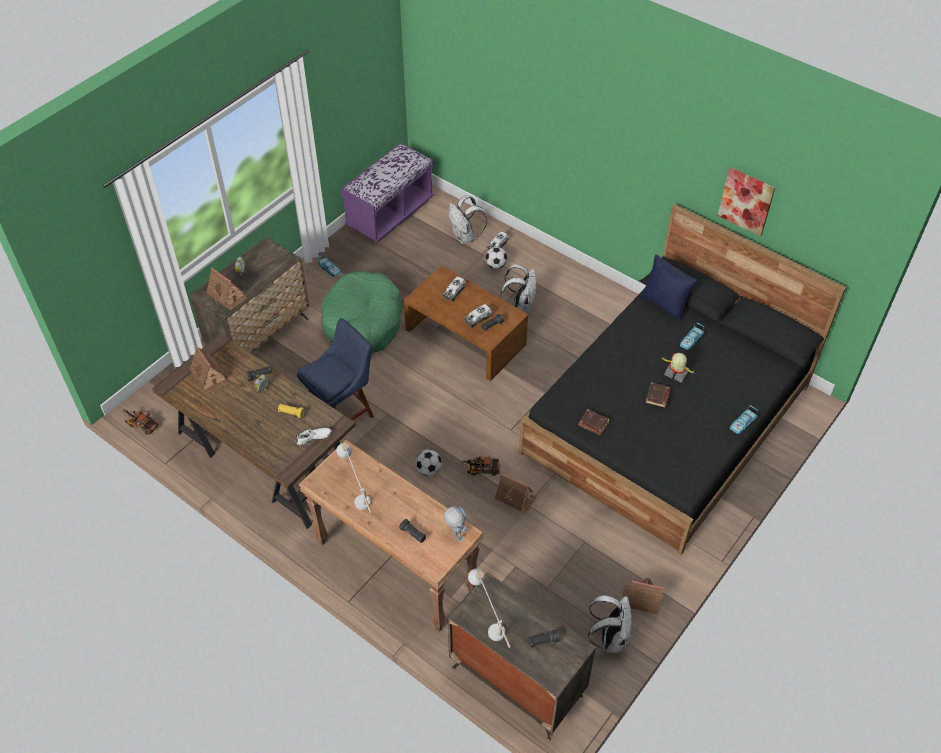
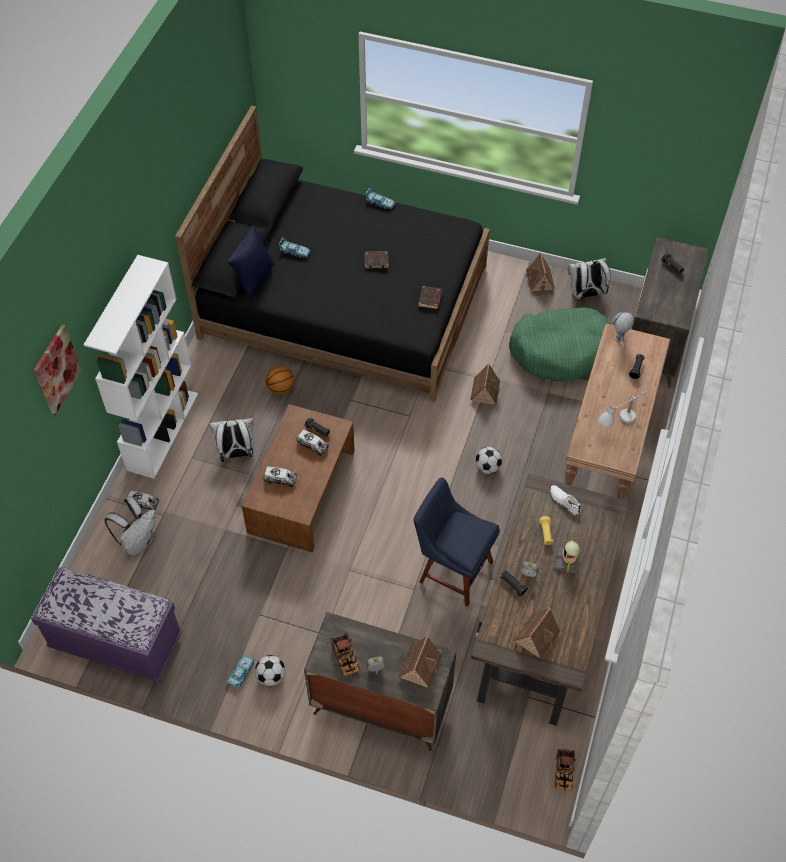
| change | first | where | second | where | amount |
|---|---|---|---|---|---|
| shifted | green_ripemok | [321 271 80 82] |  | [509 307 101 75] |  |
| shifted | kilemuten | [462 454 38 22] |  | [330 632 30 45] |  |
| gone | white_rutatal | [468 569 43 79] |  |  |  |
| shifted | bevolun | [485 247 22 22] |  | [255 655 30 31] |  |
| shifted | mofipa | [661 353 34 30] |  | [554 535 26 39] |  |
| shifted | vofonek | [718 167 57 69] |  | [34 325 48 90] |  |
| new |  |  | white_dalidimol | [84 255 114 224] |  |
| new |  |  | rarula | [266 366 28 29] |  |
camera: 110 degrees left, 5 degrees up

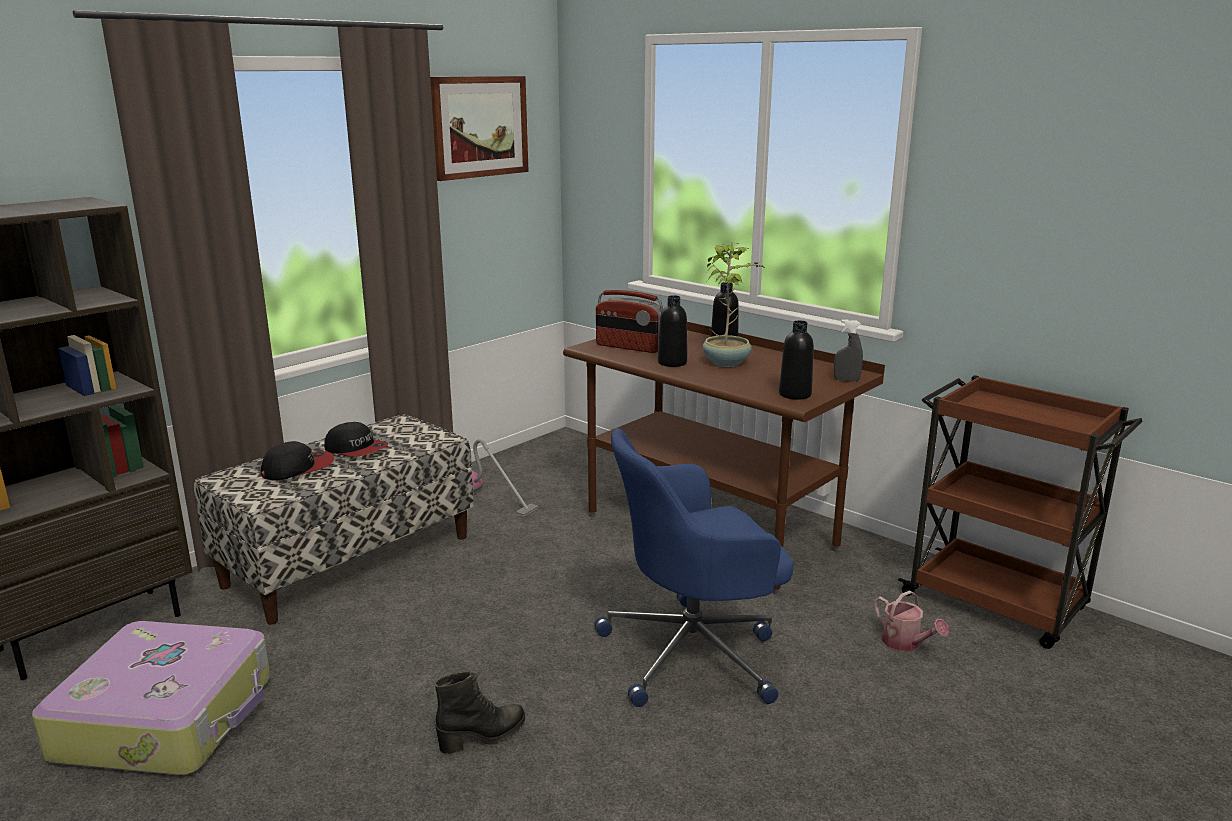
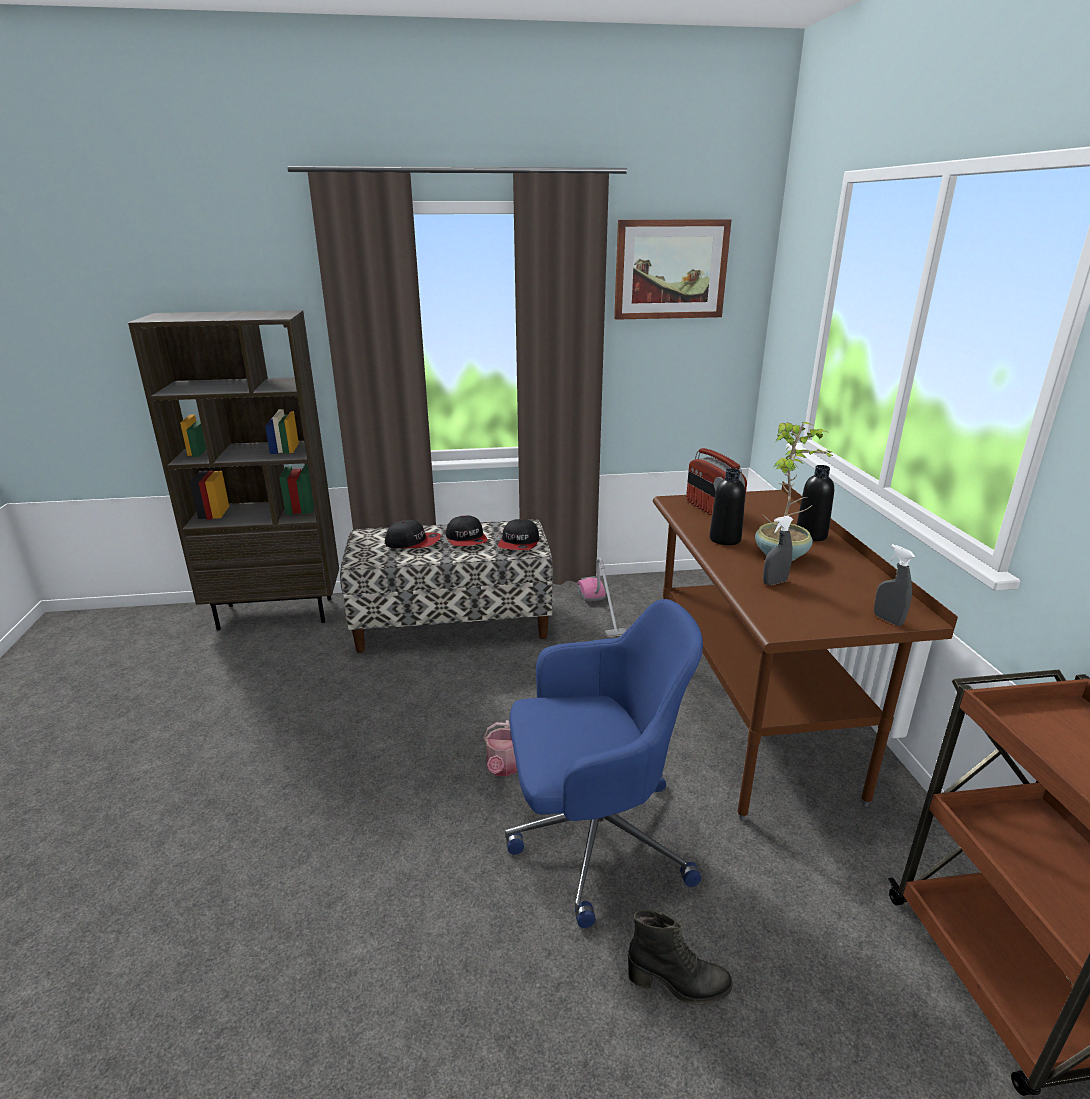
| change | first | where | second | where | amount |
|---|---|---|---|---|---|
| gone | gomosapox | [32 621 238 154] |  |  |  |
| shifted | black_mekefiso | [435 671 90 83] |  | [628 910 105 95] |  |
| rotated | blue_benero | [594 429 200 278] |  | [505 599 198 329] | 150 degrees clockwise |
| gone | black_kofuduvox | [779 320 35 80] |  |  |  |
| shifted | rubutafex | [874 590 75 61] |  | [483 720 34 56] |  |
| new |  |  | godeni | [497 519 42 31] |  |
| new |  |  | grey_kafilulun | [763 516 30 69] |  |
camera: 40 degrees right, 5 degrees up

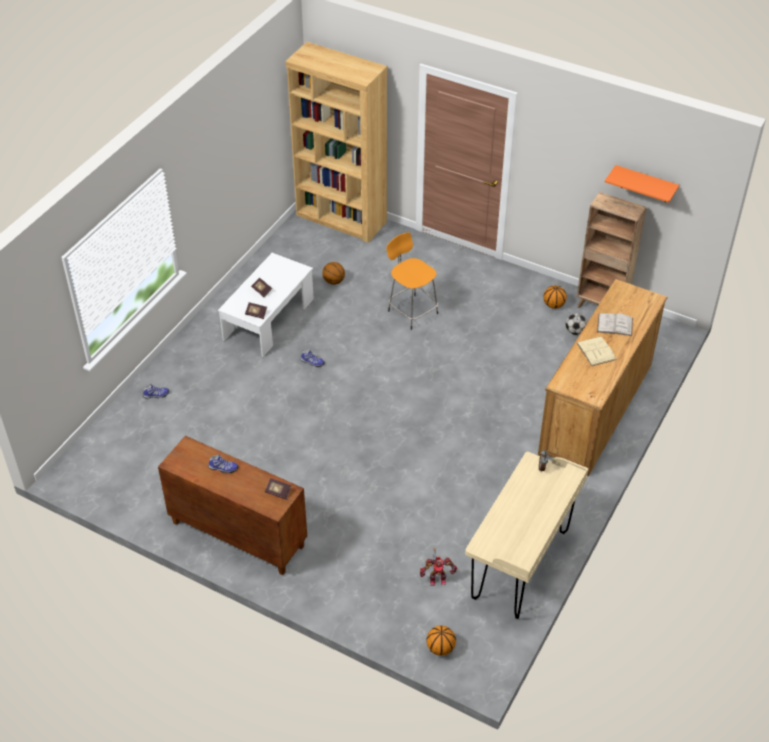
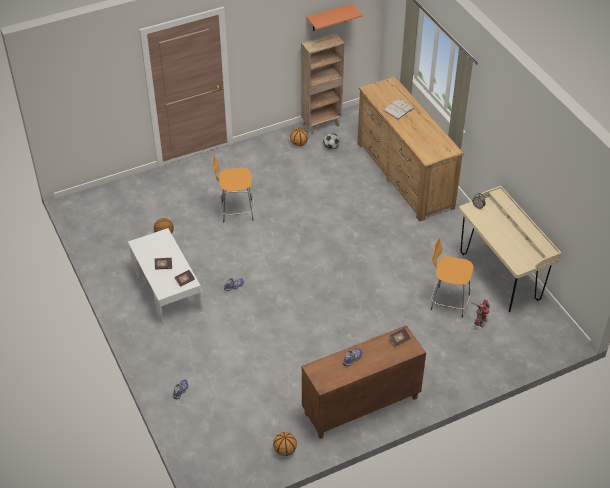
| change | first | where | second | where | amount |
|---|---|---|---|---|---|
| gone | brown_dalidimol | [286 42 101 201] |  |  |  |
| shifted | rarula | [426 626 30 30] |  | [273 432 24 24] |  |
| gone | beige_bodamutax | [577 336 40 30] |  |  |  |
| new |  |  | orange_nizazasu | [431 238 42 80] |  |
camera: 55 degrees left, 0 degrees up

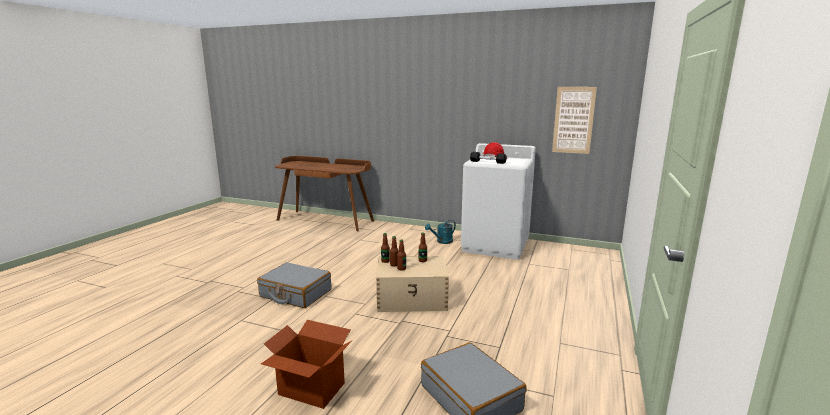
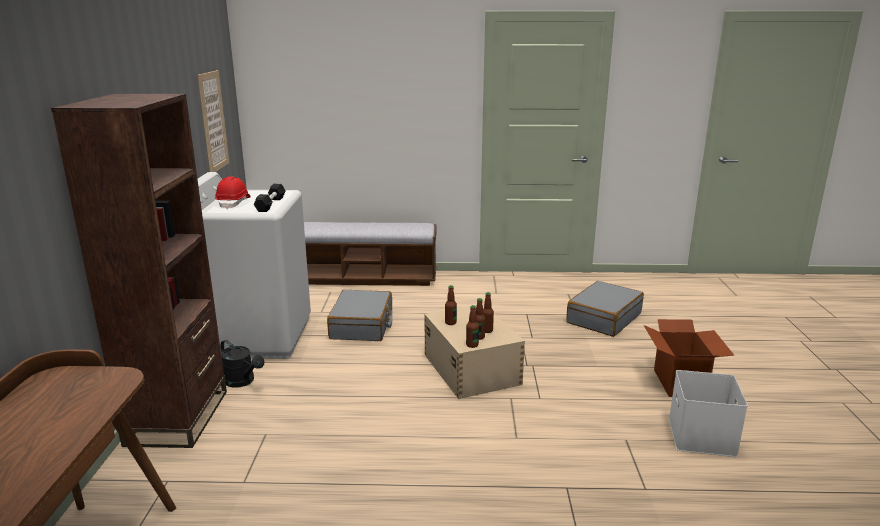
| change | first | where | second | where | amount |
|---|---|---|---|---|---|
| shifted | grey_gomosapox | [257 262 74 46] |  | [327 290 66 51] |  |
| repainted | turquoise_rubutafex | [425 220 31 24] | black_rubutafex | [220 340 44 48] |  |
| new |  |  | brown_dalidimol | [51 94 176 354] |  |
| new |  |  | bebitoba | [304 222 133 64] |  |
| new |  |  | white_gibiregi | [669 370 79 87] |  |
camera: 110 degrees left, 5 degrees up

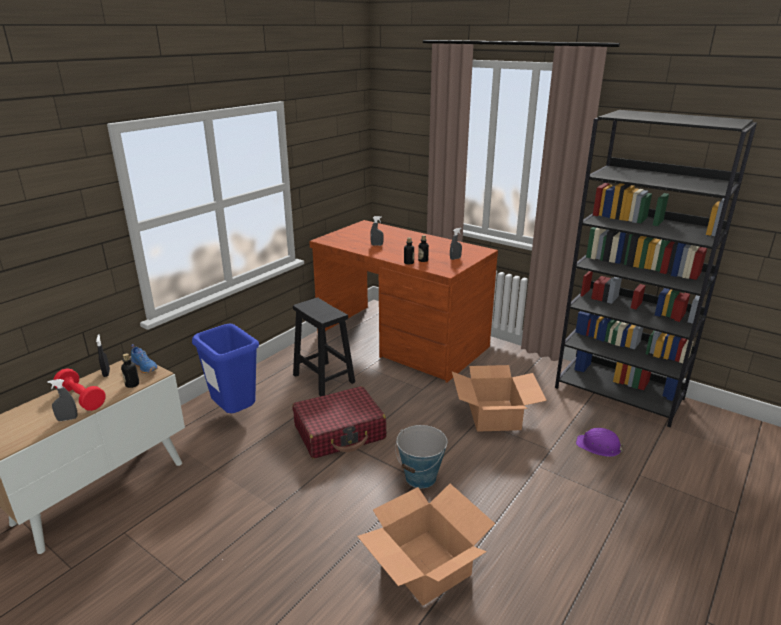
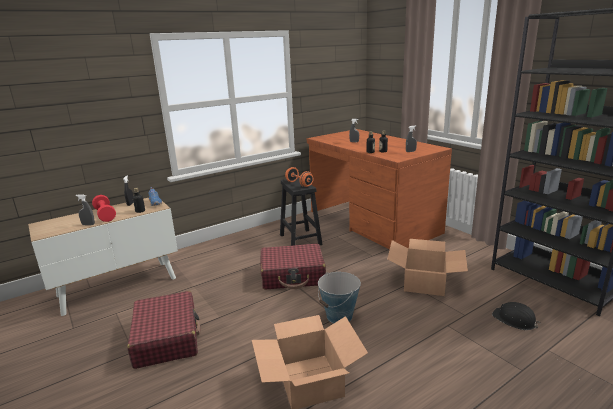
| change | first | where | second | where | amount |
|---|---|---|---|---|---|
| gone | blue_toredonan | [192 324 67 89] |  |  |  |
| repainted | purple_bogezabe | [576 428 49 29] | black_bogezabe | [492 302 49 28] |  |
| new |  |  | red_gomosapox | [127 291 73 78] |  |
| new |  |  | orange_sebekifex | [285 167 28 20] |  |
camera: 20 degrees right, 5 degrees down

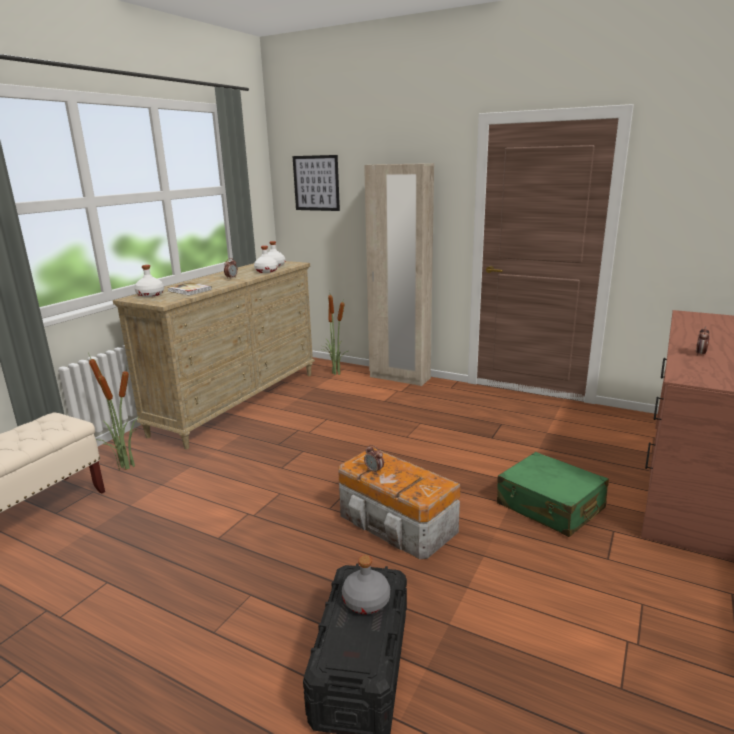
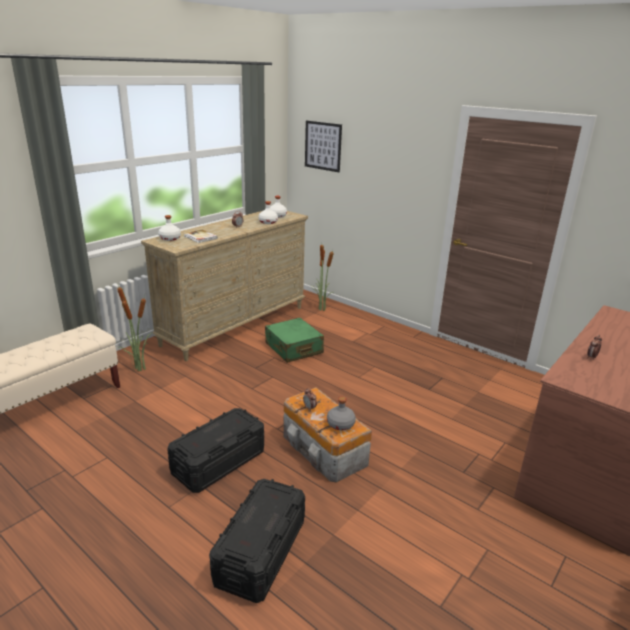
| change | first | where | second | where | amount |
|---|---|---|---|---|---|
| shifted | grey_kofuduvox | [342 555 48 59] |  | [327 397 29 33] |  |
| gone | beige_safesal | [364 163 70 223] |  |  |  |
| shifted | green_gomosapox | [497 452 112 85] |  | [265 318 59 45] |  |
| new |  |  | black_gibiregi | [167 408 97 85] |  |
camera: 10 degrees right, 5 degrees up

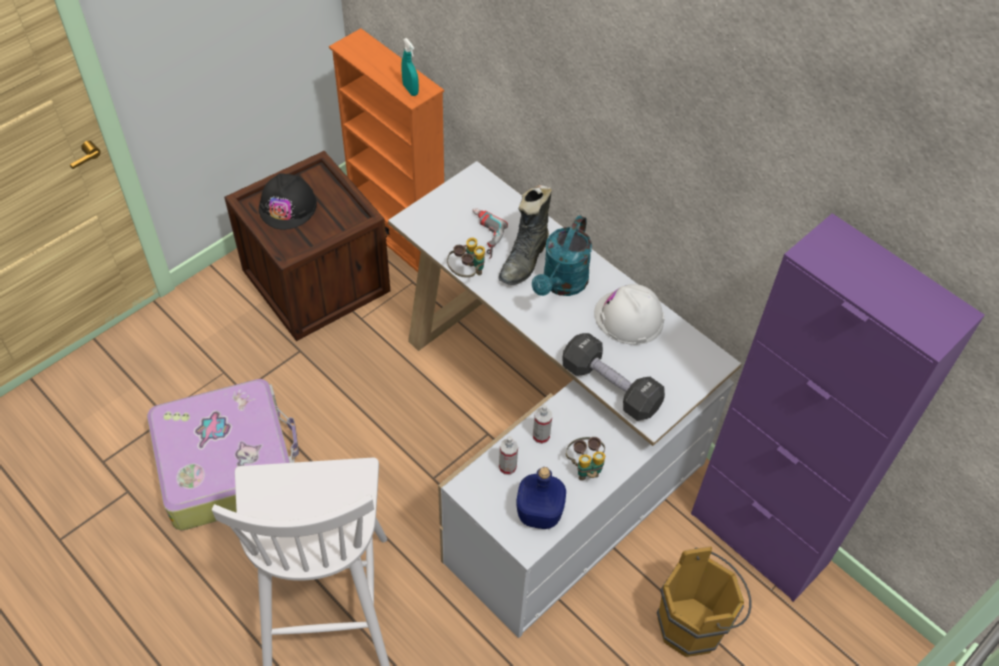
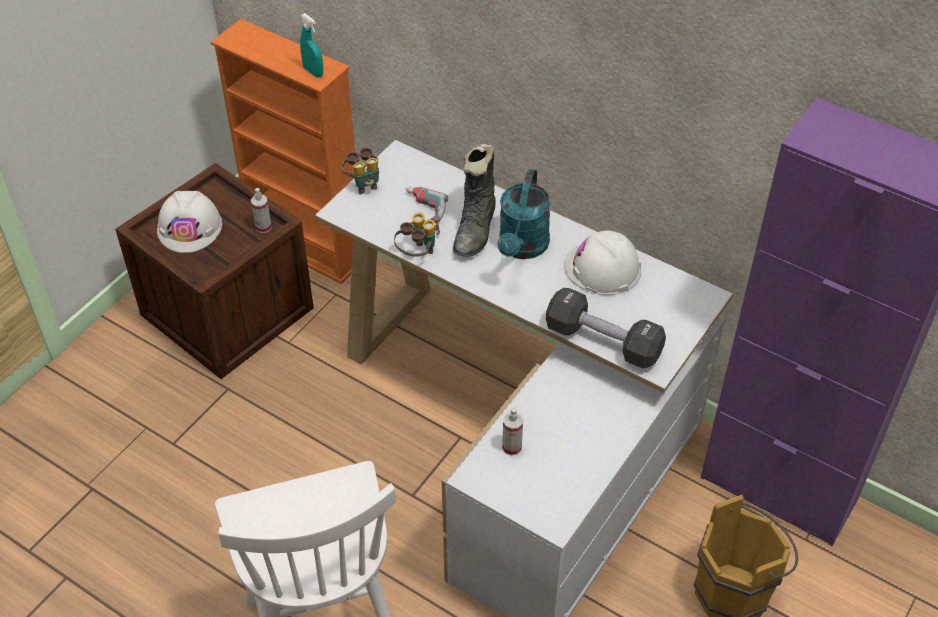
| change | first | where | second | where | amount |
|---|---|---|---|---|---|
| gone | gomosapox | [147 379 152 151] |  |  |  |
| repainted | black_bogezabe | [259 173 58 57] | white_bogezabe | [157 191 65 62] |  |
| gone | blue_kofuduvox | [516 467 50 62] |  |  |  |
| shifted | kafilulun | [533 404 19 40] |  | [251 188 21 45] |  |
| shifted | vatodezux | [566 437 39 44] |  | [341 148 38 46] |  |
camera: 10 degrees left, 5 degrees down

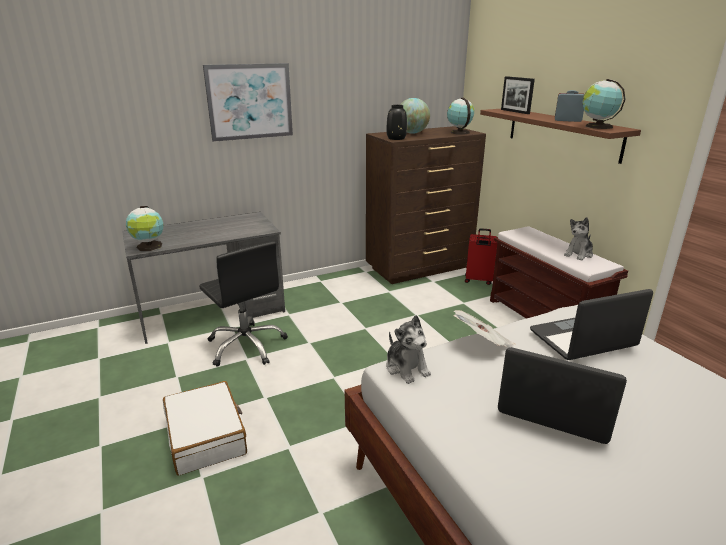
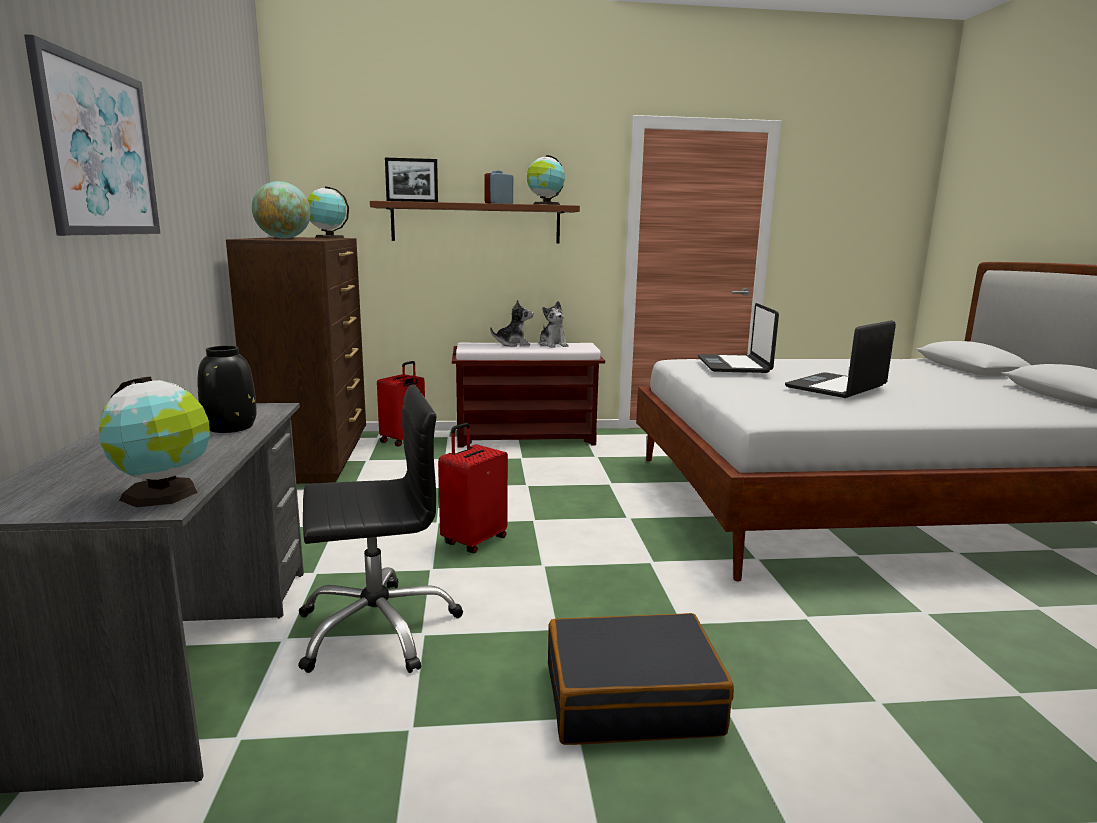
| change | first | where | second | where | amount |
|---|---|---|---|---|---|
| repainted | white_gomosapox | [163 381 84 95] | black_gomosapox | [548 613 186 132] |  |
| shifted | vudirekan | [386 315 45 69] |  | [490 300 43 47] |  |
| shifted | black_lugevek | [387 105 20 35] |  | [197 346 60 87] |  |
| gone | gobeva | [454 310 62 37] |  |  |  |
| new |  |  | red_gomosapox | [438 423 70 131] |  |
camera: 70 degrees left, 10 degrees down

